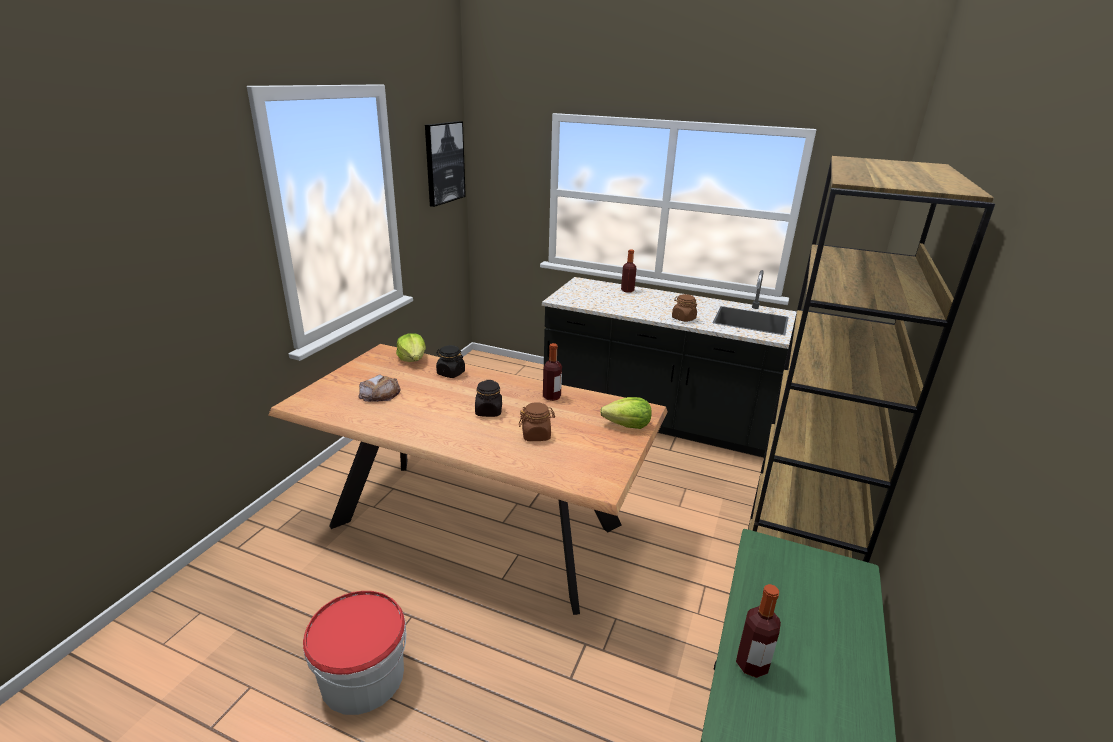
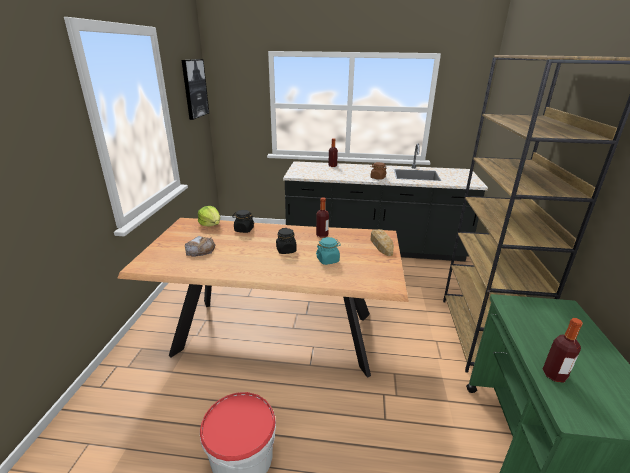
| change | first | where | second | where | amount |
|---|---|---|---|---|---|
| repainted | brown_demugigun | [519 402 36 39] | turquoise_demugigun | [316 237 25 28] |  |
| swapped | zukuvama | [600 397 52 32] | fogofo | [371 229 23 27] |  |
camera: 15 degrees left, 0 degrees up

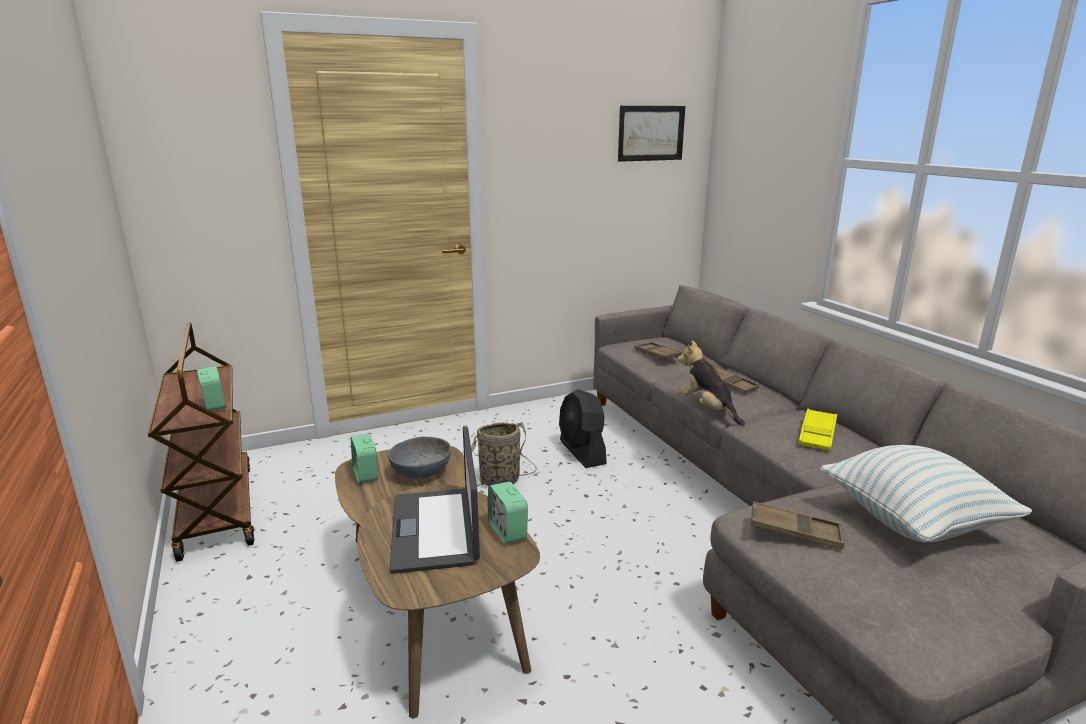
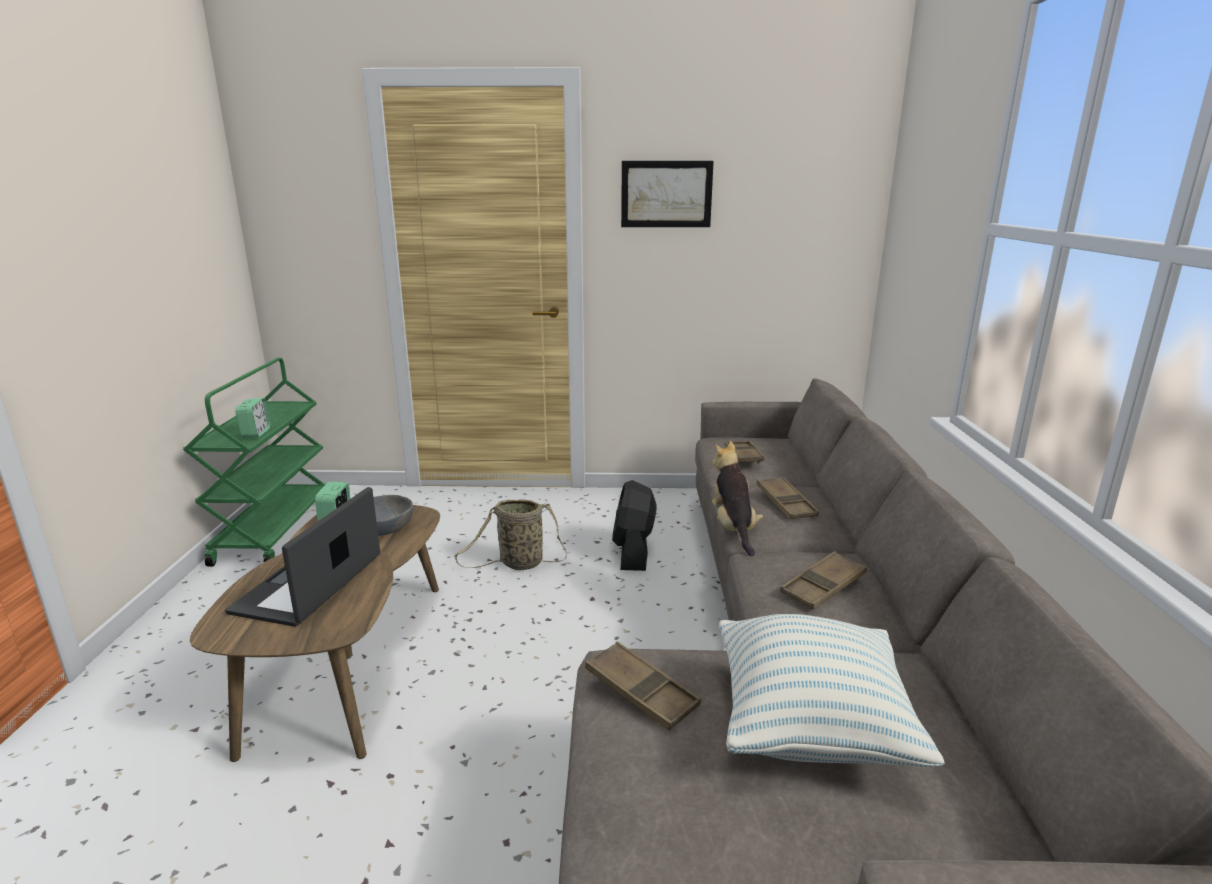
| change | first | where | second | where | amount |
|---|---|---|---|---|---|
| repainted | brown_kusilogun | [148 323 107 239] | green_kusilogun | [183 358 143 209] |  |
| gone | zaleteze | [488 482 40 62] |  |  |  |
| shifted | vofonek | [618 106 67 56] |  | [621 161 93 66] |  |
| repainted | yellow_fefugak | [798 409 39 42] | brown_fefugak | [780 551 87 58] |  |
camera: 25 degrees right, 0 degrees up

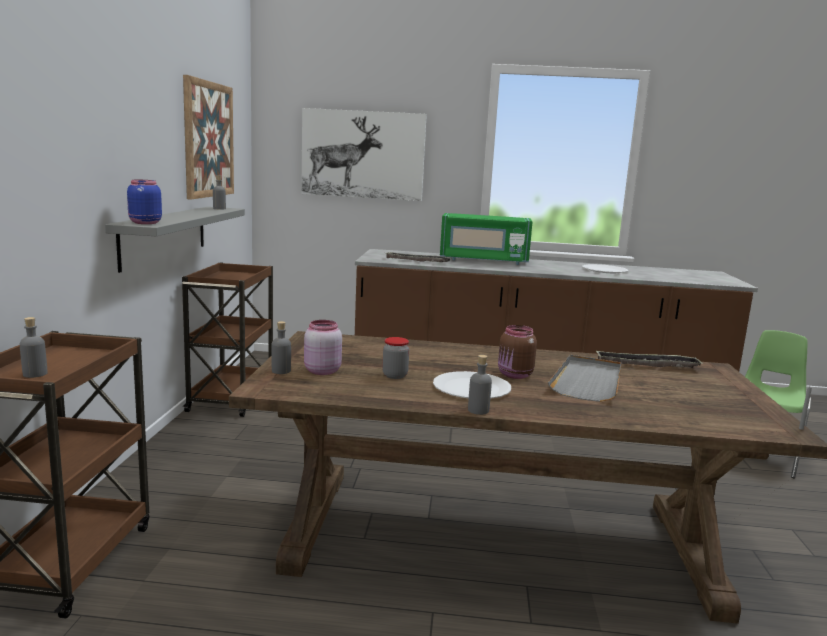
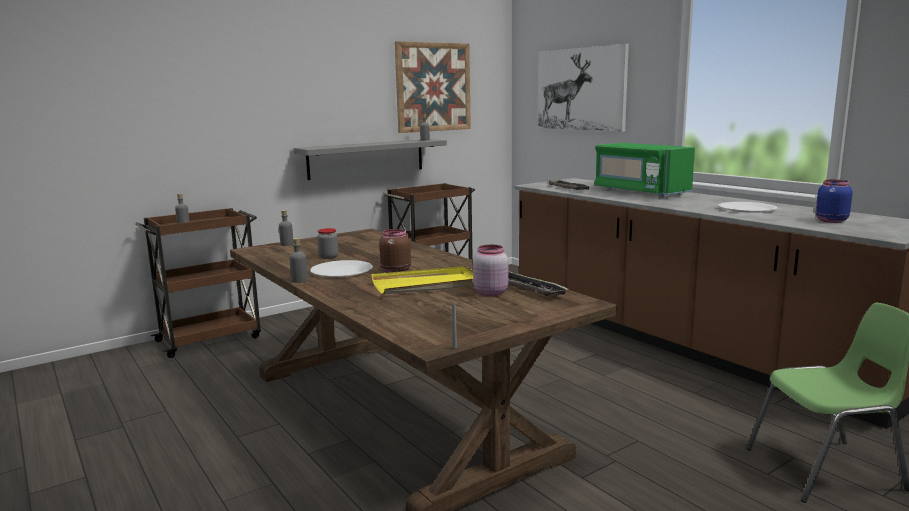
| change | first | where | second | where | amount |
|---|---|---|---|---|---|
| shifted | blue_demugigun | [127 180 35 44] |  | [816 180 37 43] |  |
| shifted | pink_demugigun | [304 320 38 55] |  | [473 245 36 51] |  |
| repainted | grey_fefugak | [548 355 73 47] | yellow_fefugak | [371 266 103 29] |  |
camera: 50 degrees right, 0 degrees up

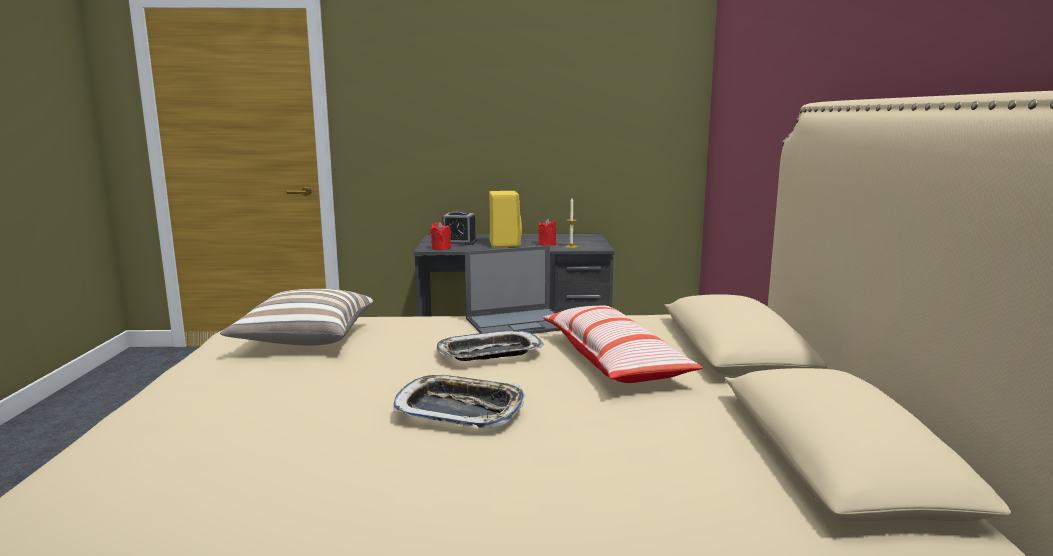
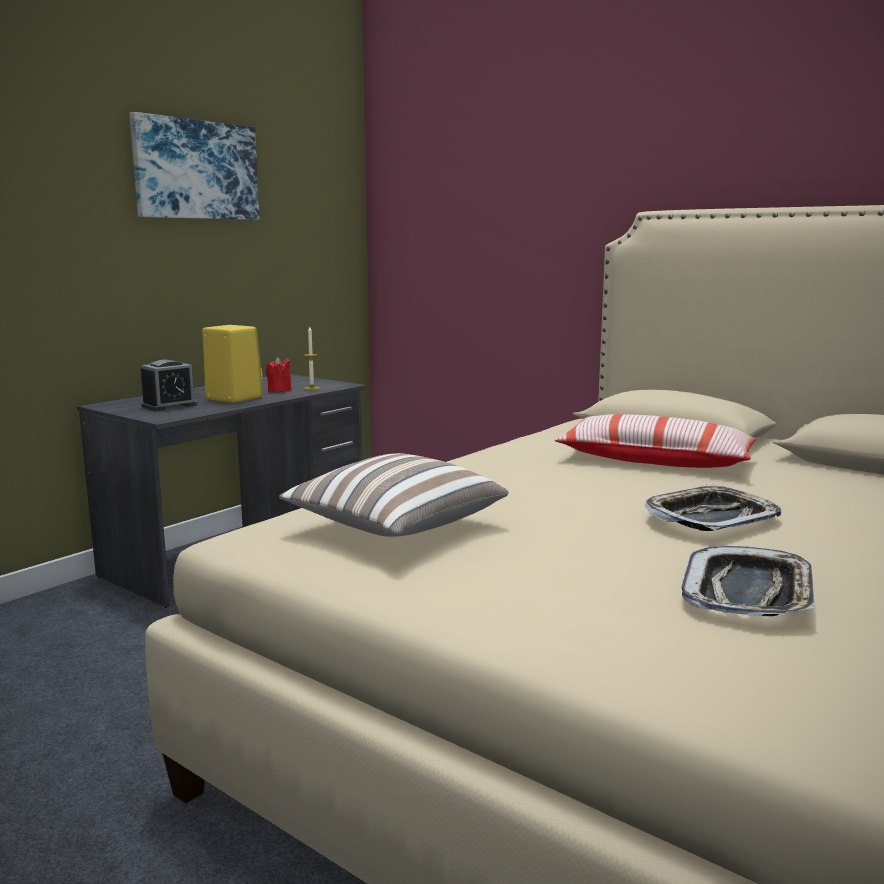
| change | first | where | second | where | amount |
|---|---|---|---|---|---|
| gone | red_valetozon | [431 222 20 28] |  |  |  |
| shifted | fefugak | [437 330 107 31] |  | [681 546 134 70] |  |
| gone | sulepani | [465 246 96 88] |  |  |  |
| new |  |  | vofonek | [130 112 129 108] |  |
camera: 50 degrees left, 0 degrees up

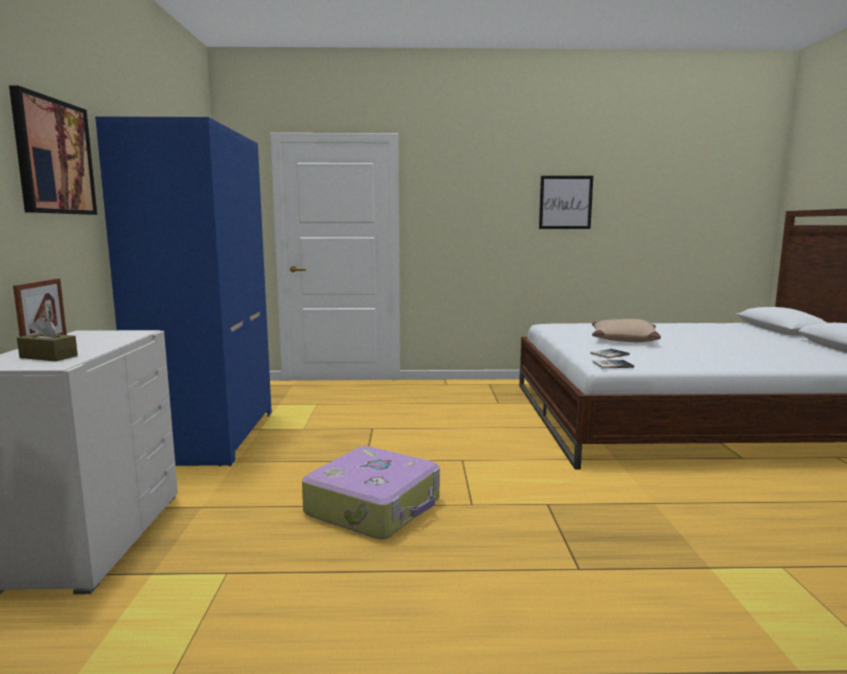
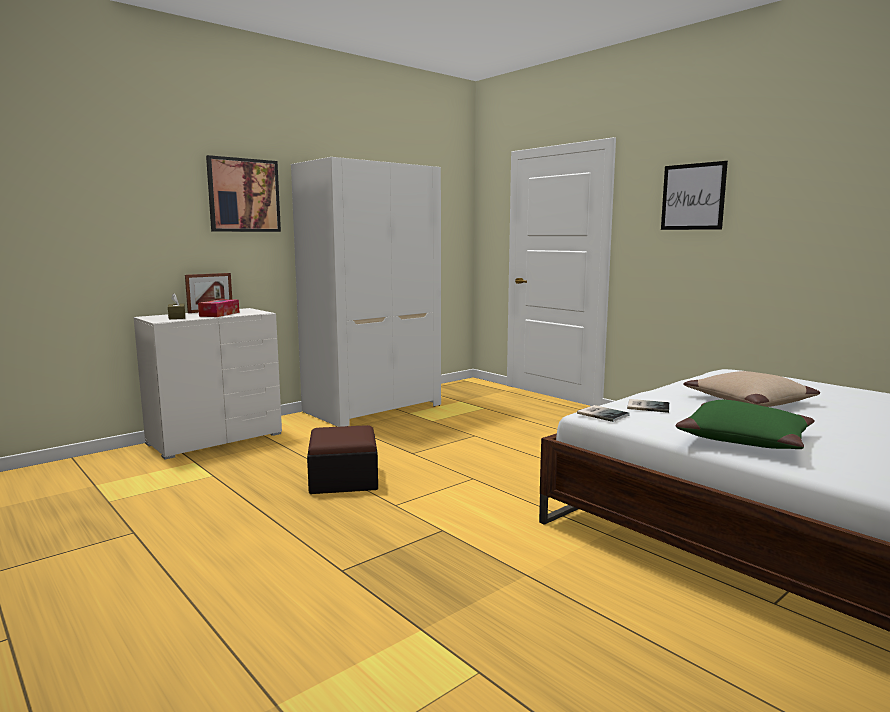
| change | first | where | second | where | amount |
|---|---|---|---|---|---|
| repainted | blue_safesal | [95 116 177 350] | white_safesal | [291 157 150 270] |  |
| swapped | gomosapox | [302 446 138 93] | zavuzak | [307 425 71 69] |  |
| shifted | vofonek | [539 176 54 53] |  | [661 161 67 69] |  |
| new |  |  | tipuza | [198 299 41 18] |  |
| new |  |  | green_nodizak | [676 400 139 49] |  |
camera: 50 degrees right, 0 degrees up

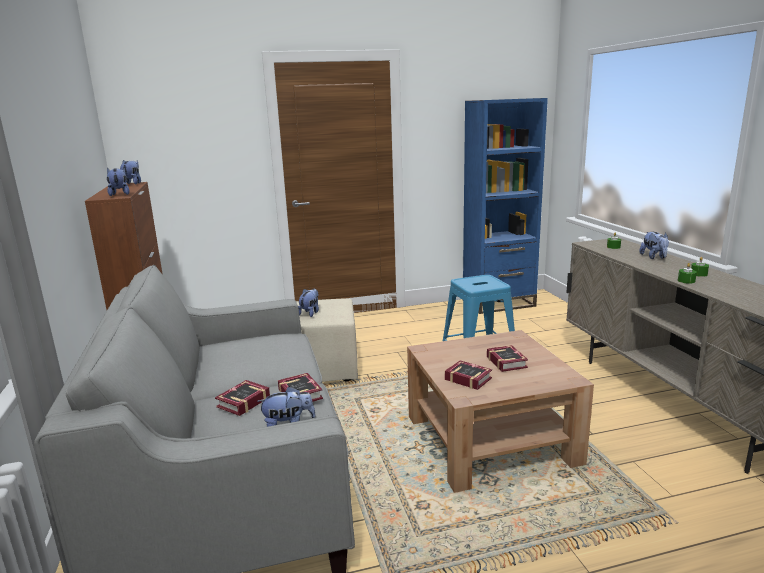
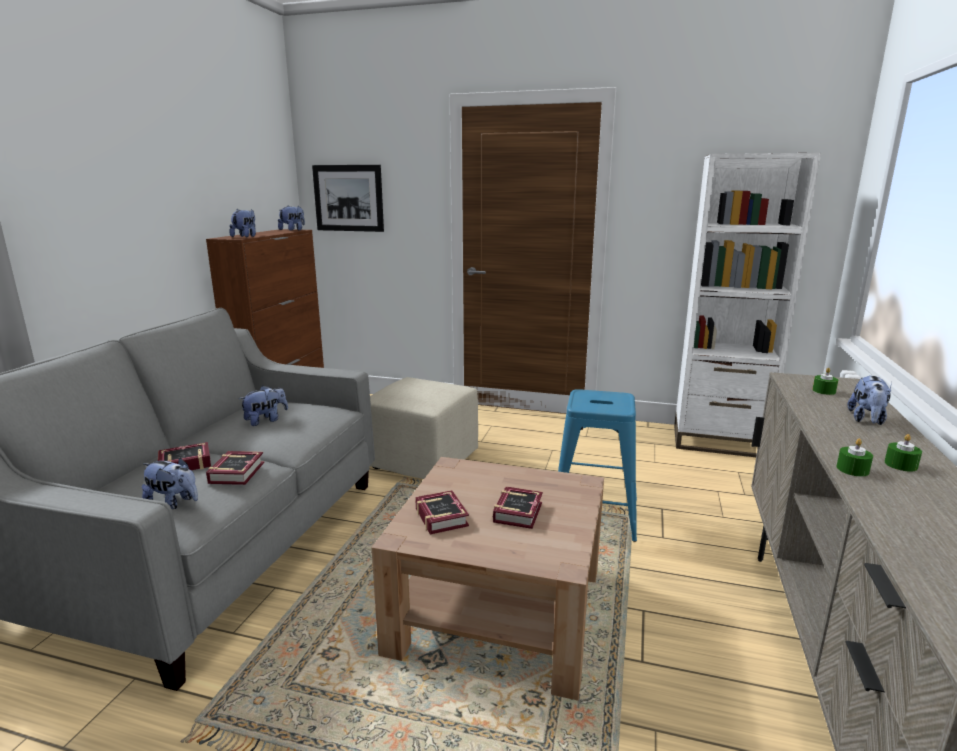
| change | first | where | second | where | amount |
|---|---|---|---|---|---|
| shifted | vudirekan | [298 289 21 28] |  | [239 385 49 41] |  |
| repainted | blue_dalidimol | [463 98 85 216] | white_dalidimol | [674 153 147 304] |  |
| new |  |  | vofonek | [312 165 72 67] |  |
camera: 30 degrees right, 0 degrees up

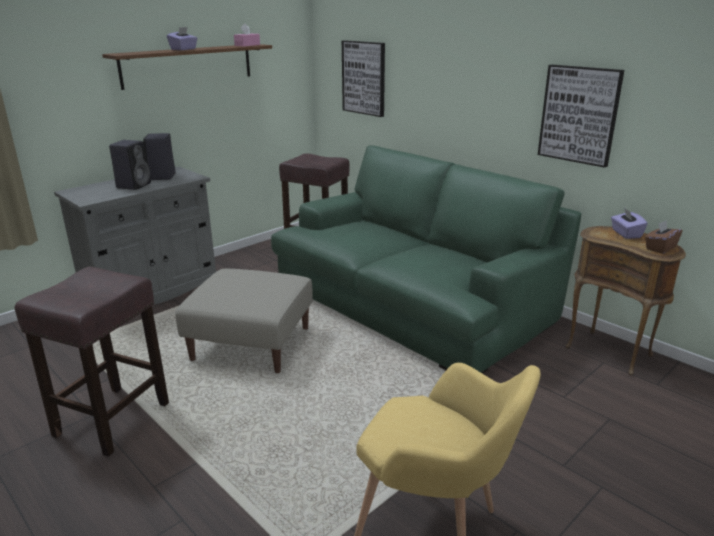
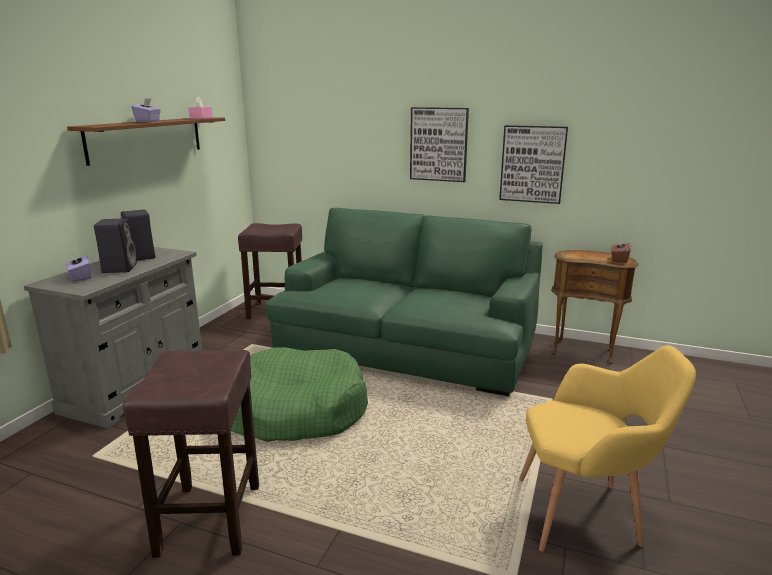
| change | first | where | second | where | amount |
|---|---|---|---|---|---|
| swapped | beige_zavuzak | [175 269 138 104] | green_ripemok | [230 347 138 95] |  |
| shifted | vofonek | [342 40 43 77] |  | [410 107 59 75] |  |
| shifted | purple_tipuza | [611 208 36 31] |  | [66 252 25 29] |  |
camera: 25 degrees left, 5 degrees down

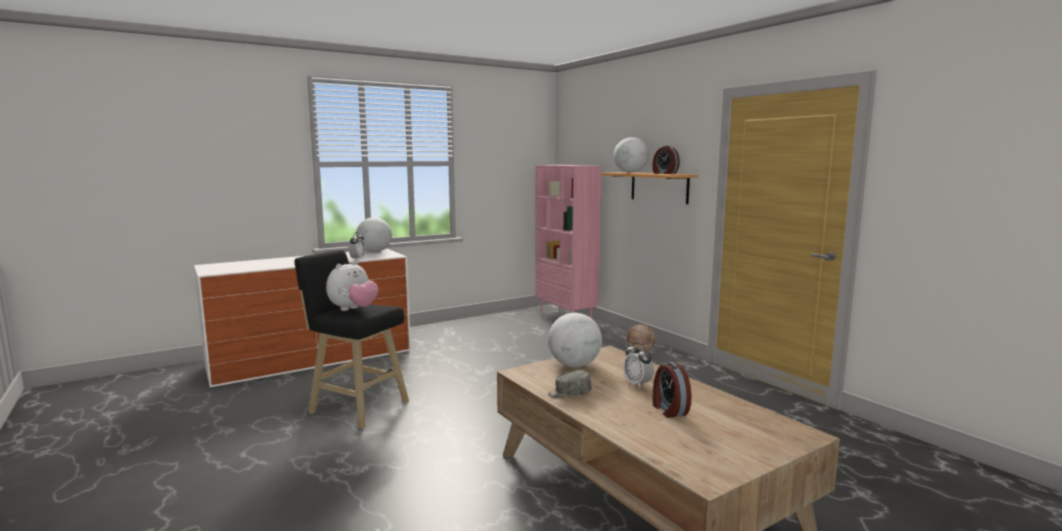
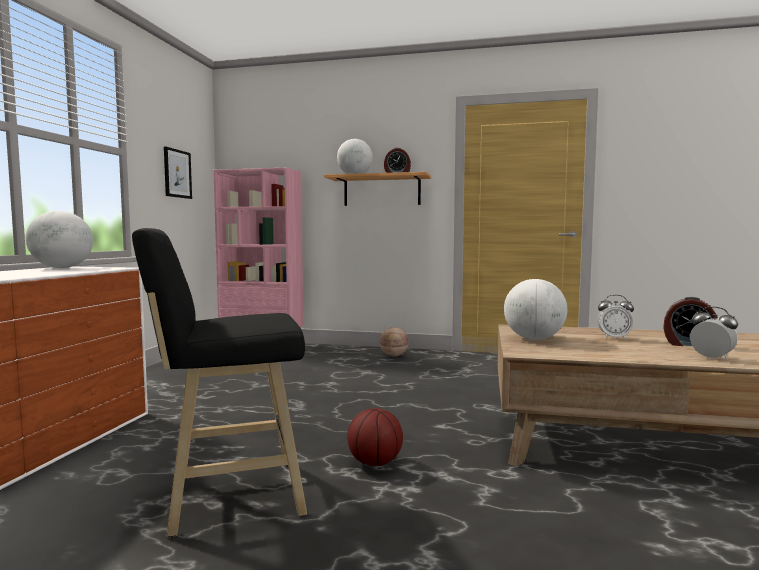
| change | first | where | second | where | amount |
|---|---|---|---|---|---|
| gone | vudirekan | [326 261 53 50] |  |  |  |
| shifted | zaleteze | [349 232 17 28] |  | [690 306 48 53] |  |
| gone | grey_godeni | [548 370 43 28] |  |  |  |
| new |  |  | vofonek | [164 147 28 52] |  |
| new |  |  | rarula | [347 408 56 58] |  |
camera: 45 degrees left, 5 degrees down

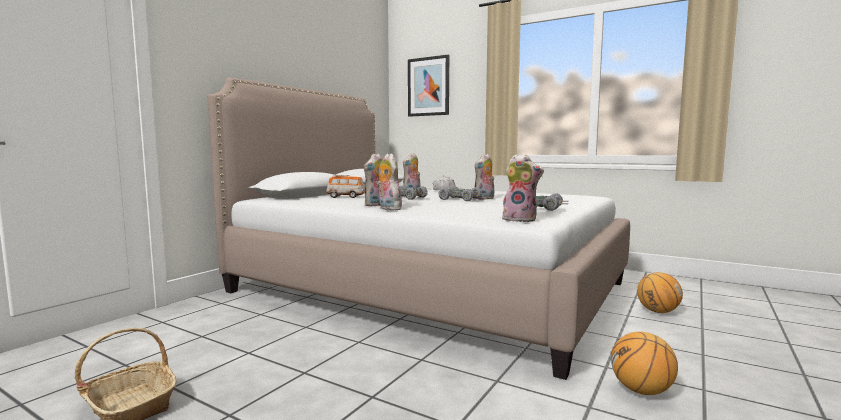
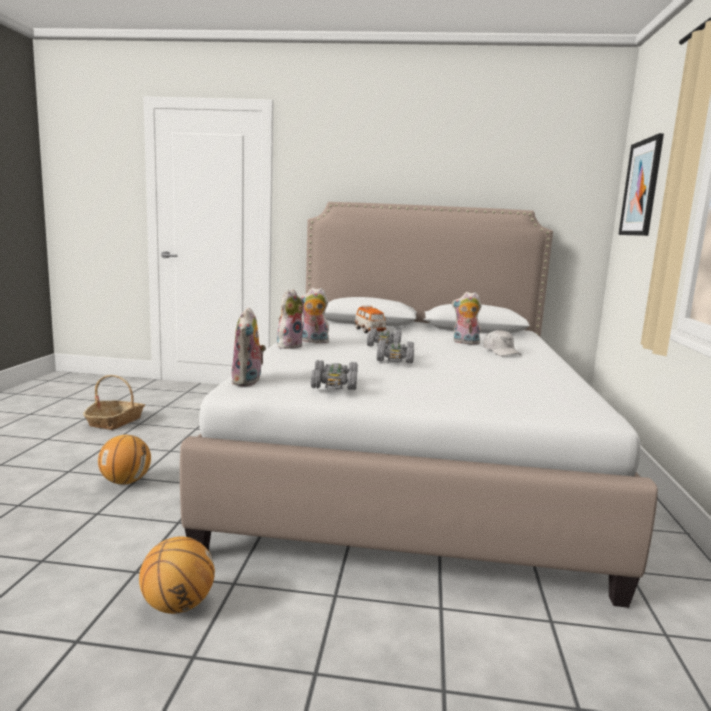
| change | first | where | second | where | amount |
|---|---|---|---|---|---|
| gone | vudirekan | [475 154 19 46] |  |  |  |
| shifted | rarula | [637 272 46 41] |  | [98 435 53 50] |  |
camera: 65 degrees right, 5 degrees up

